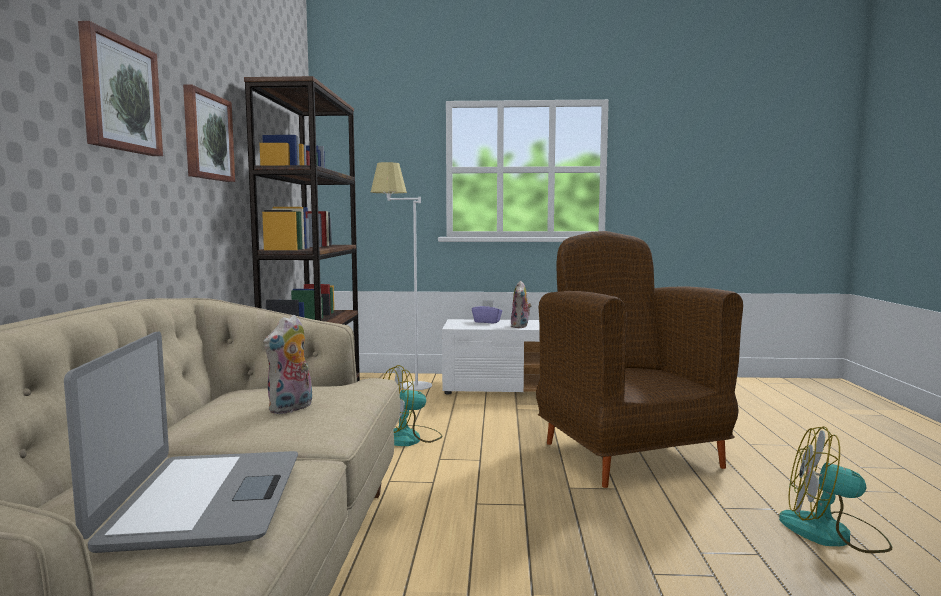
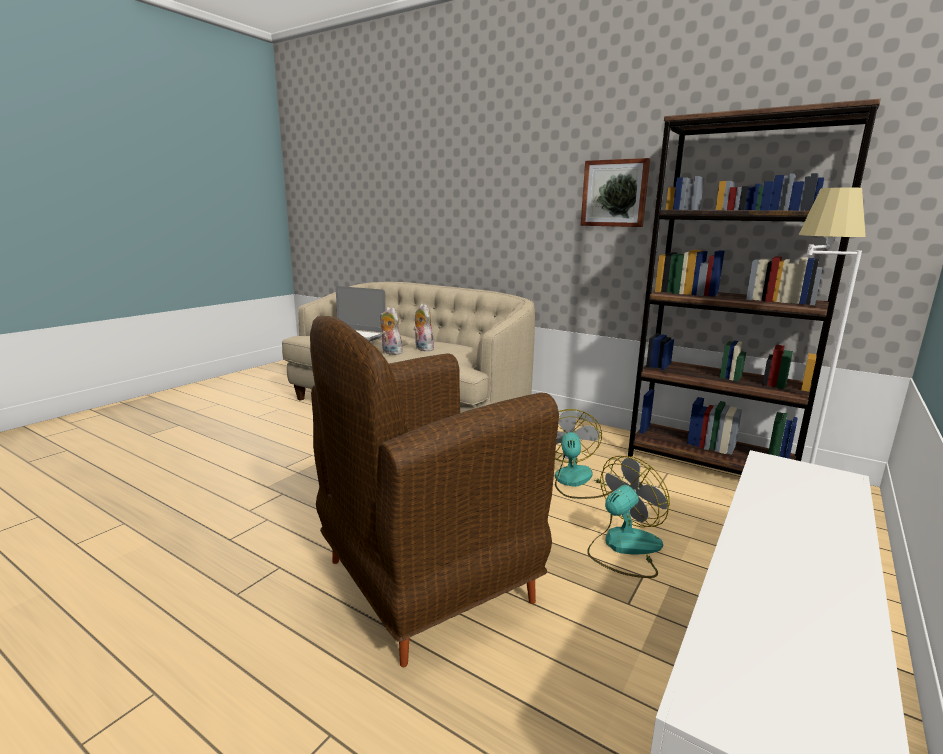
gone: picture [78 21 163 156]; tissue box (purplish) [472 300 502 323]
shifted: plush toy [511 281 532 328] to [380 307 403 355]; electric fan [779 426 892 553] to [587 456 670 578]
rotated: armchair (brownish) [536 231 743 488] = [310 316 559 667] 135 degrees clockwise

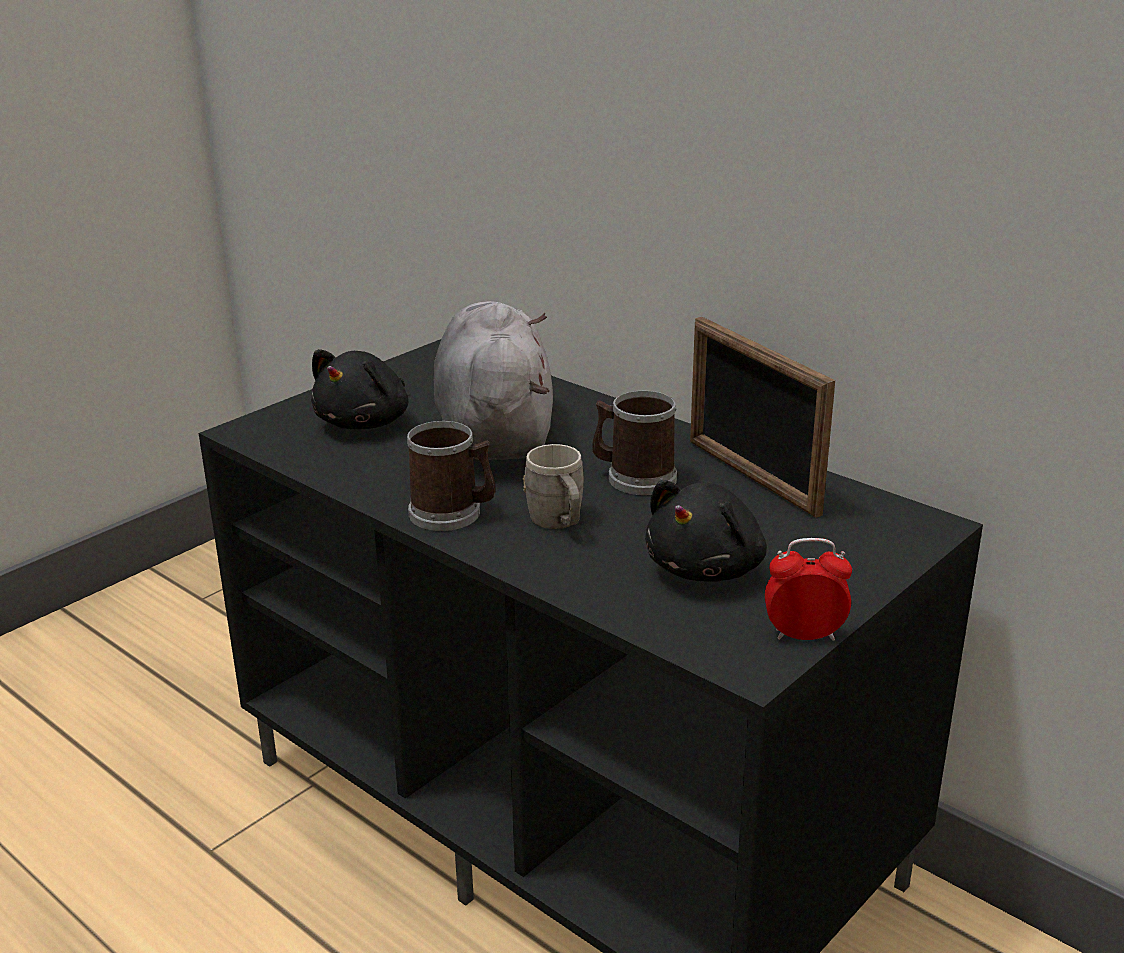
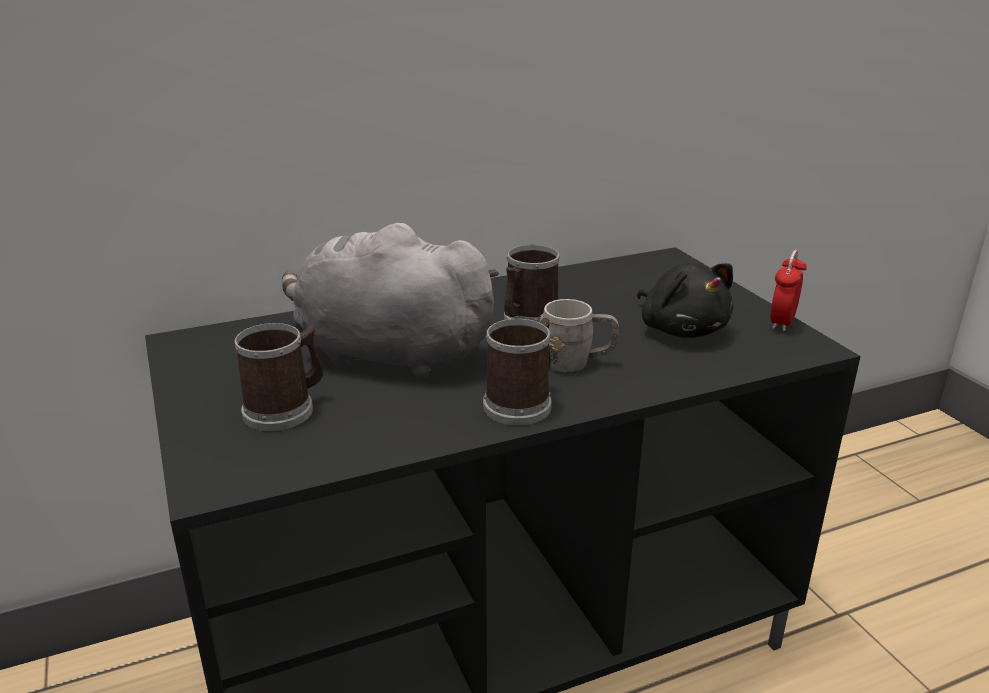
gone: standing frame [690 317 835 518]
swapped: plush toy (blackish) [311 349 408 429] to coffee mug [234 323 323 431]

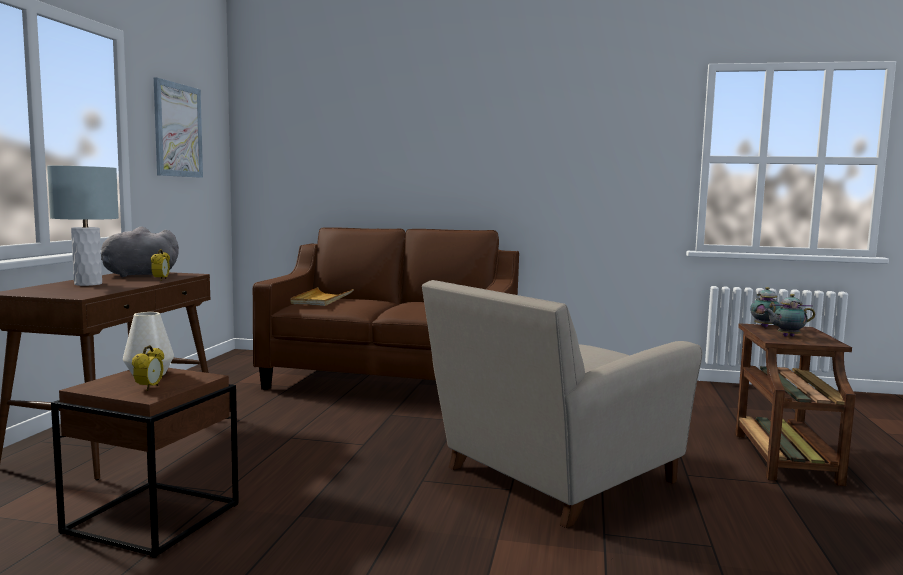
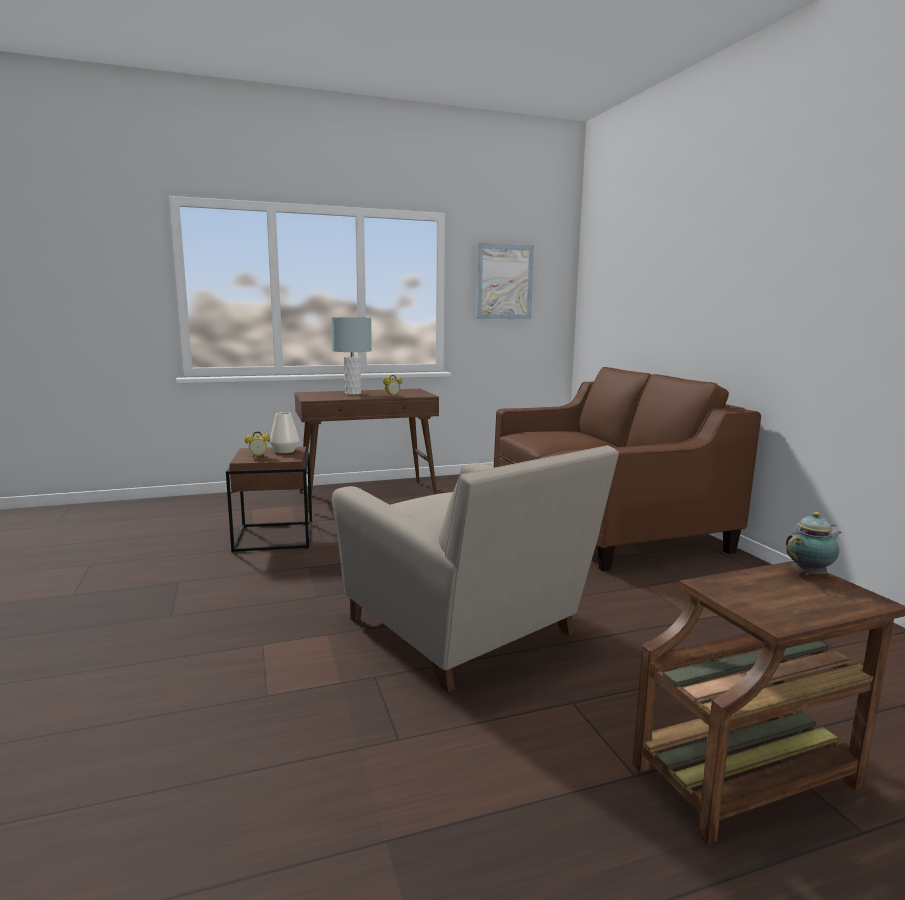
gone: plush toy (grey) [101 227 179 277]; carrying tray (beige) [290 287 354 306]; pot for tea [764 294 815 337]
rotated: armchair (beige) [422 280 702 528] = [331 445 619 692] 150 degrees counterclockwise

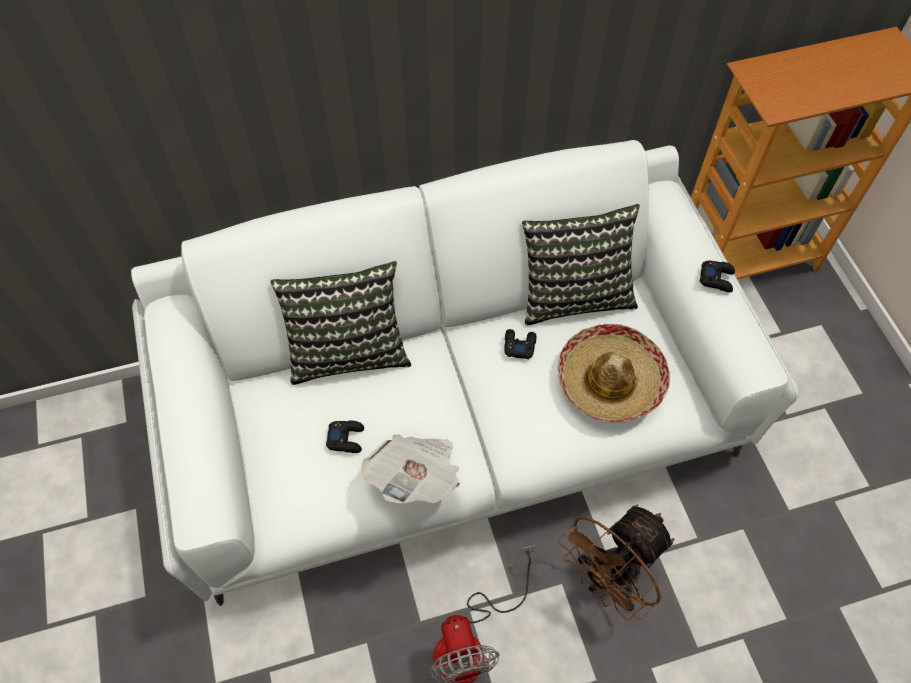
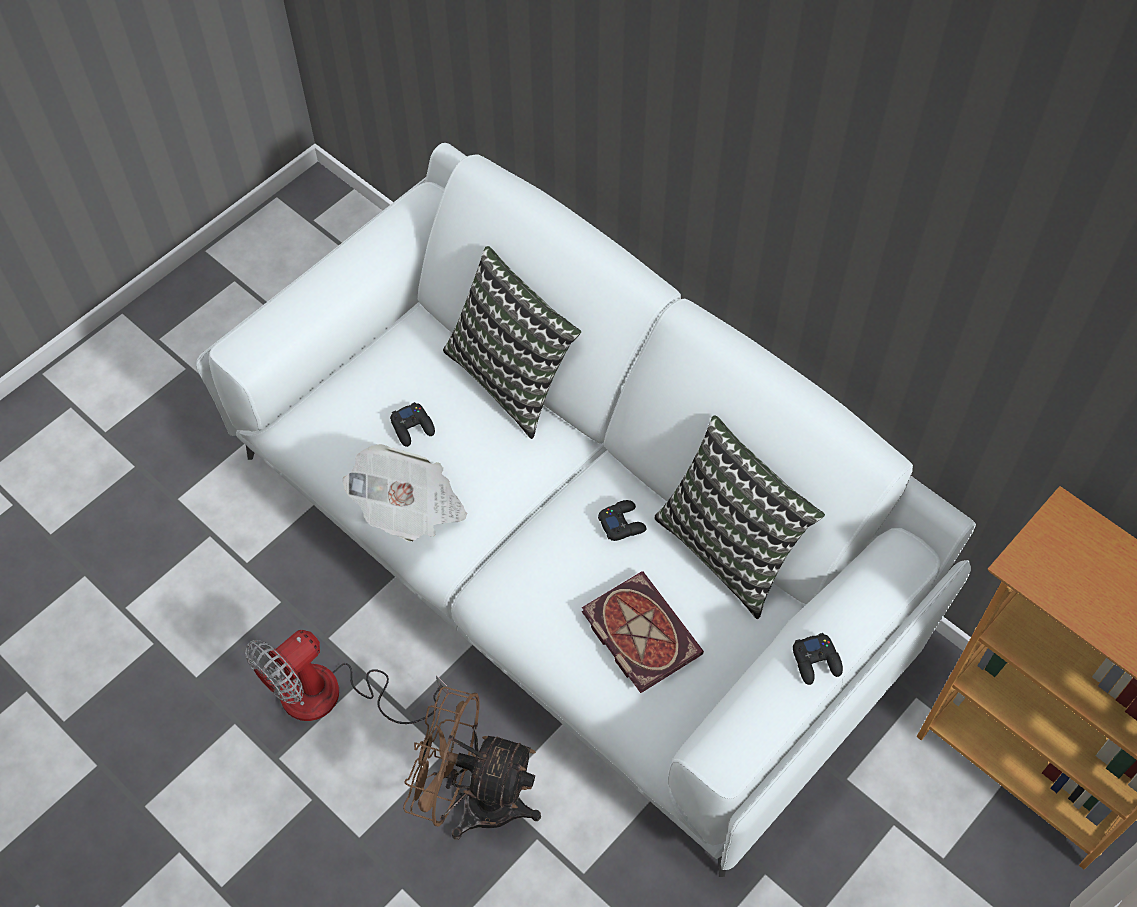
swapped: hat [558 324 670 422] to volume [582 571 704 693]

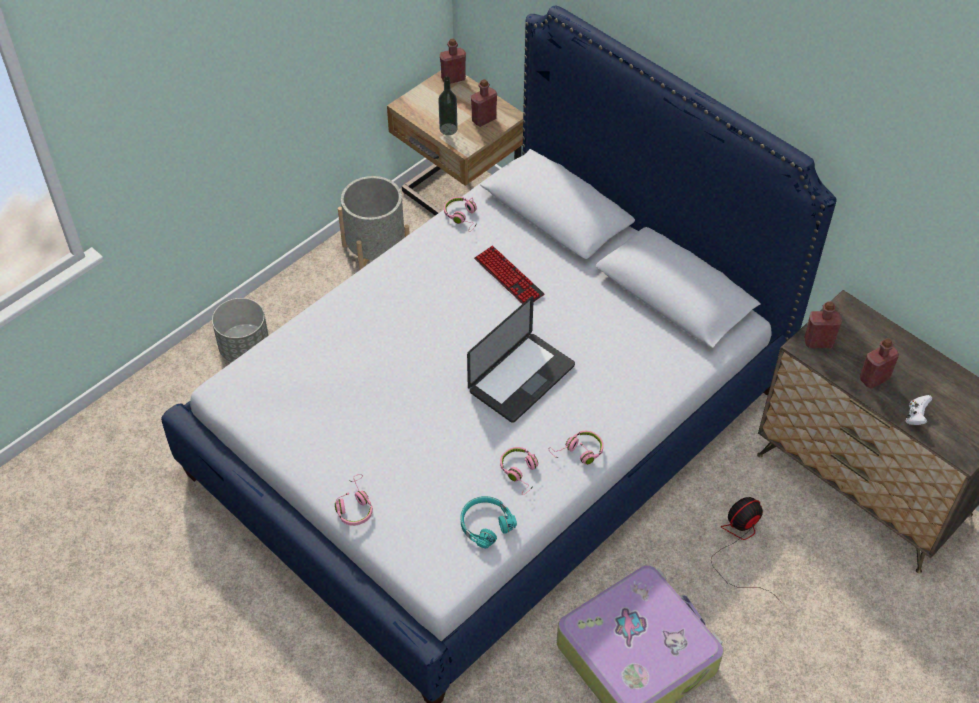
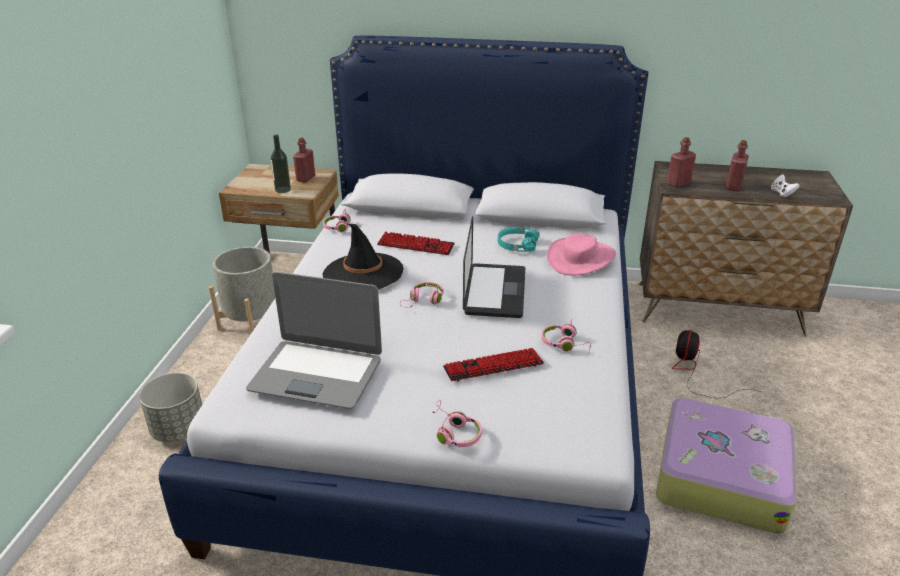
gone: bottle (reddish) [440 39 466 84]
new: laptop [246 272 382 409]; hat (blackish) [323 224 404 290]; keyboard [443 348 544 381]; hat (pink) [547 233 616 275]
shifted: headphones (blue-green) [461 496 517 549] to [498 227 540 252]; headphones (pink) [549 431 604 465] to [400 282 443 308]

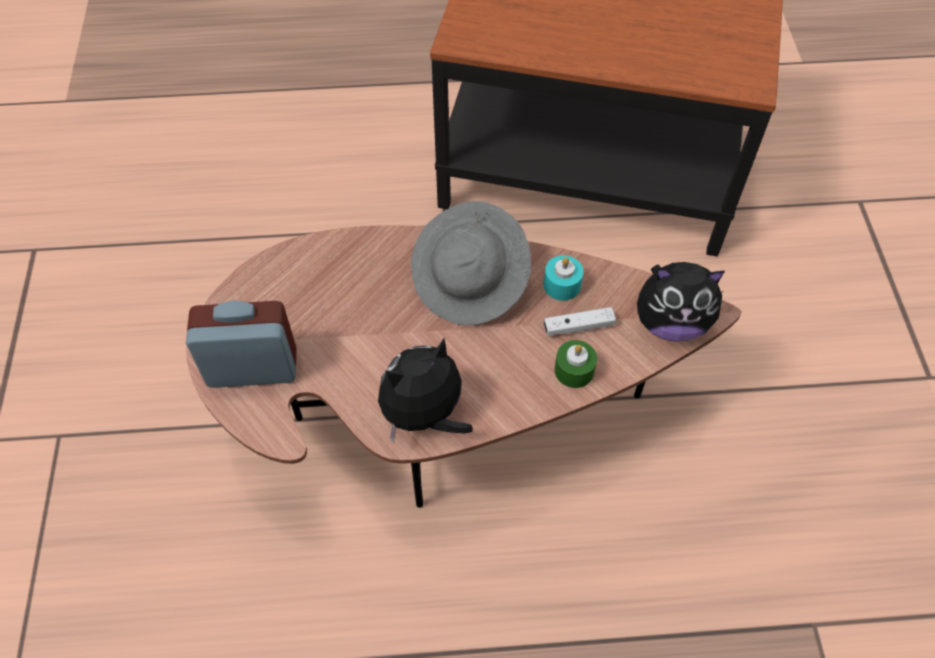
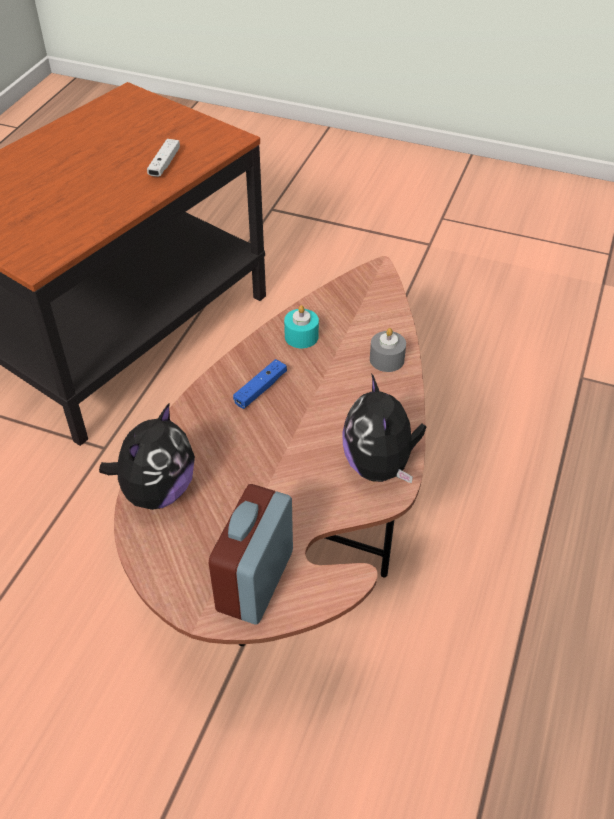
shifted: gamepad (white-coloured) [544 307 616 336] to [147 139 180 177]; plush toy [637 262 725 341] to [99 403 195 510]
swapped: hat (grey) [411 201 531 325] to gamepad (blue) [233 359 287 409]
repainted: wax candle (greenish) [554 340 597 388] to wax candle (grey) [370 328 406 372]

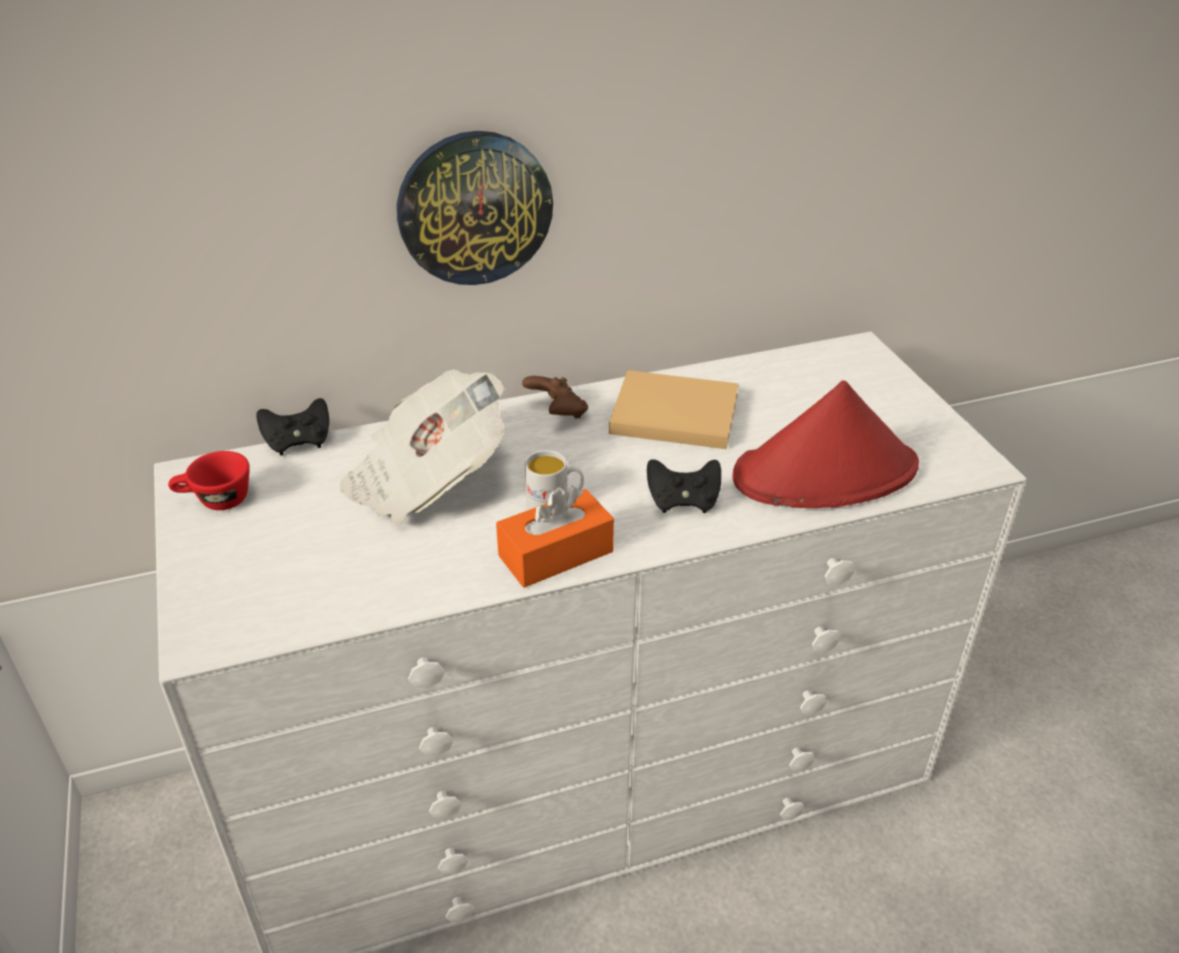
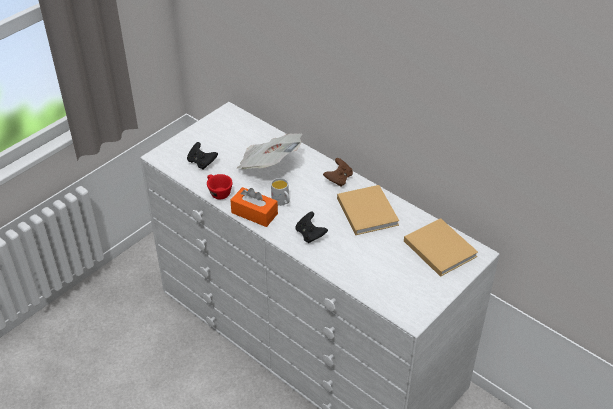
gone: wall clock [397 131 553 285]; hat (reddish) [732 380 919 508]
new: volume (beige) [404 218 478 277]
shifted: cup (reddish) [168 451 250 510] to [207 174 233 199]; gamepad (blackish) [256 398 329 456] to [187 142 218 170]

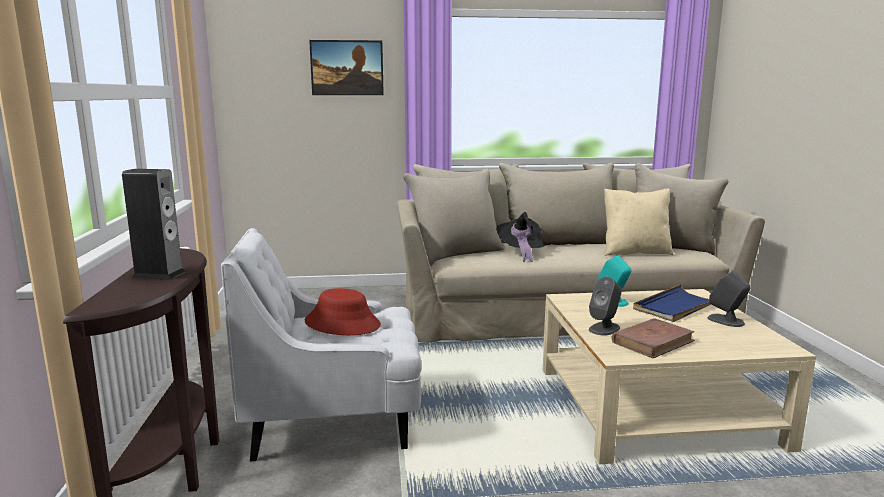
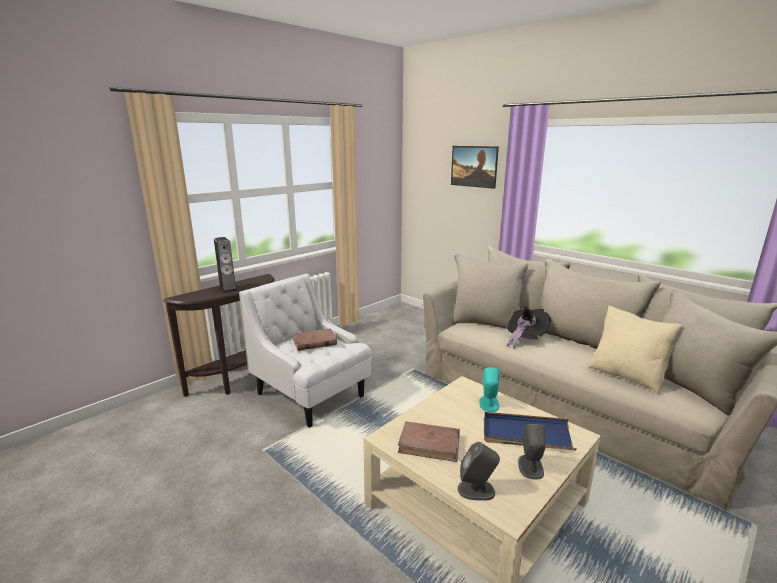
shifted: loudspeaker (grey) [589 277 621 336] to [458 442 500 501]
swapped: hat (reddish) [305 288 381 335] to volume (brownish) [293 329 337 351]

